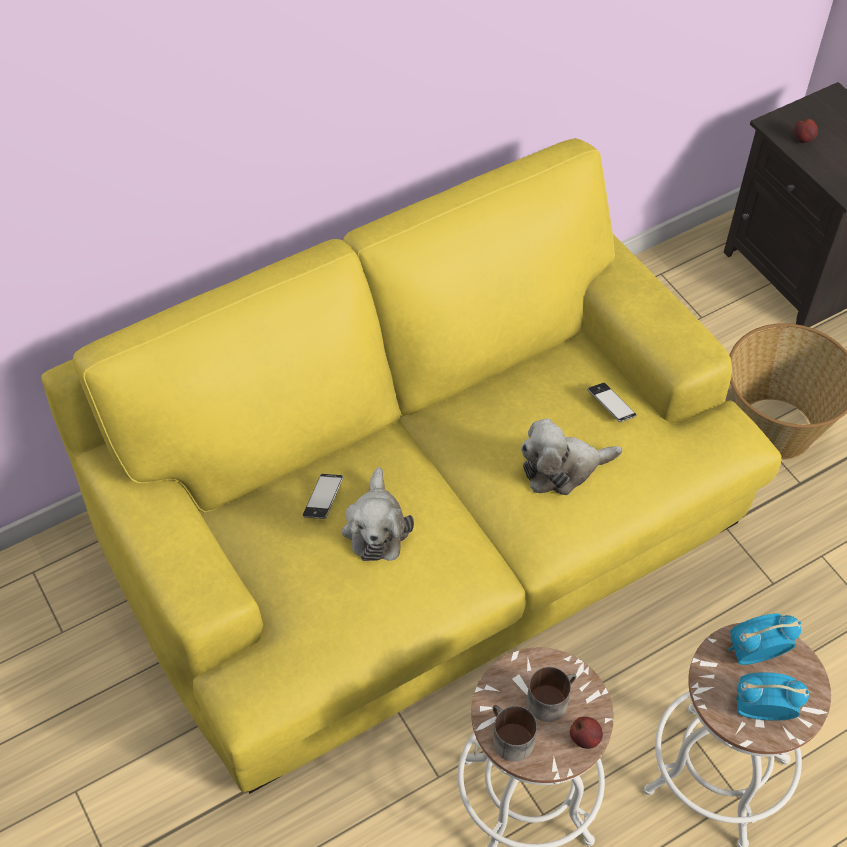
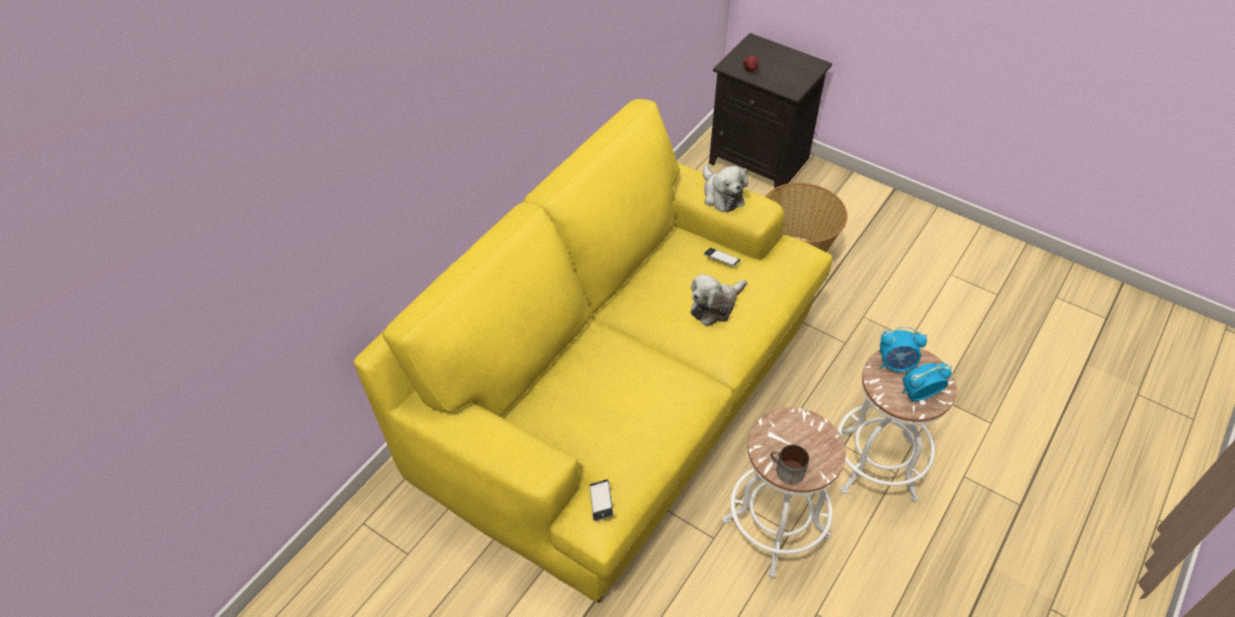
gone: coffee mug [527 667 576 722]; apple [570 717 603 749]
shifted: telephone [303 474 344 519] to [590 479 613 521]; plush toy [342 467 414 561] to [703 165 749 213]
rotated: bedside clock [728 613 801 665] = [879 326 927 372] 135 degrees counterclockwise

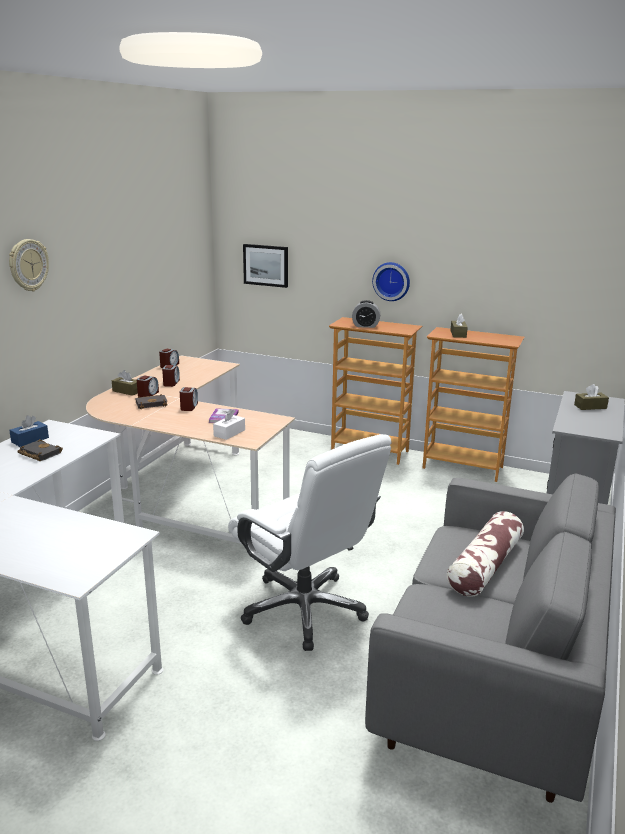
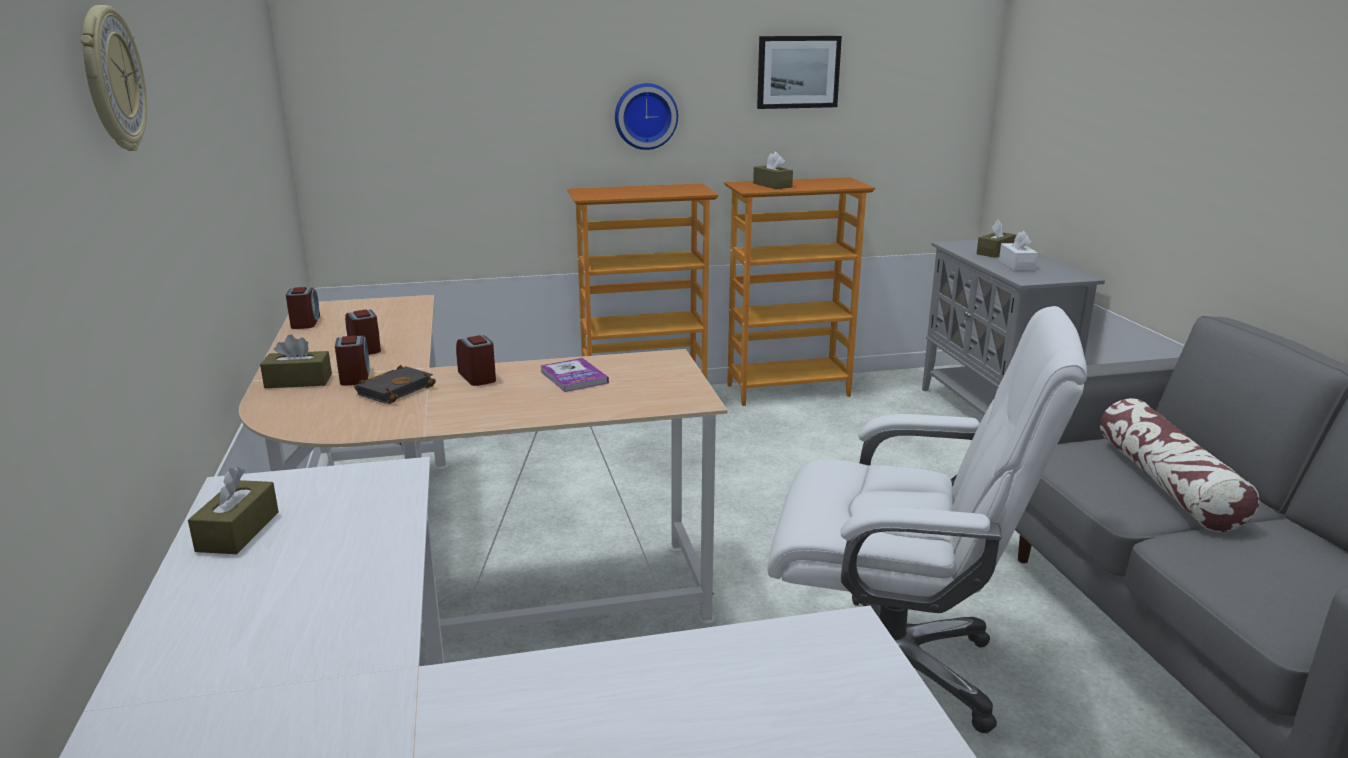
gone: volume (blackish) [17 439 63 461]; bedside clock [352 300 380 328]
shifted: tissue box (white-coloured) [213 409 245 440] to [999 231 1038 271]; picture [243 244 288 288] to [757 36 842 109]
repainted: tissue box (blue) [9 415 49 447] to tissue box (brownish) [188 467 279 554]

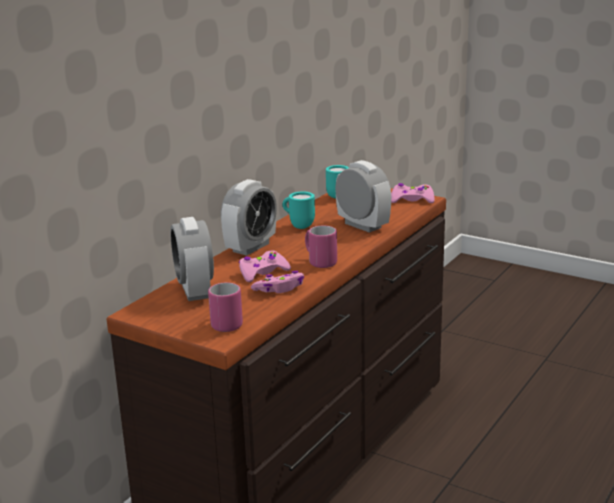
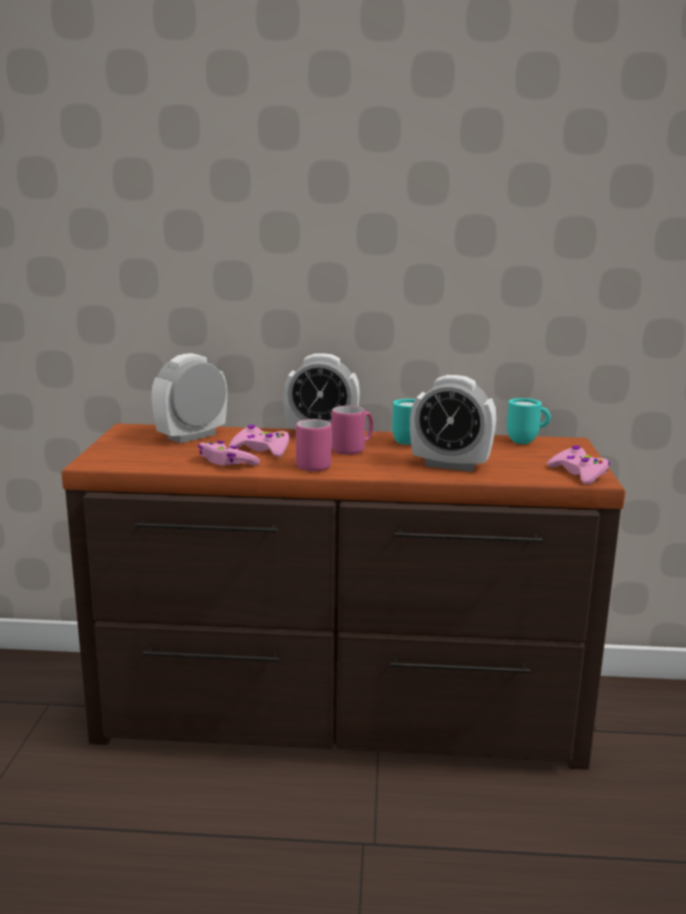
shifted: coffee mug (pink) [208 283 243 332] to [331 406 374 455]
rotated: bedside clock [335 160 391 233] = [410 375 496 472] 90 degrees clockwise

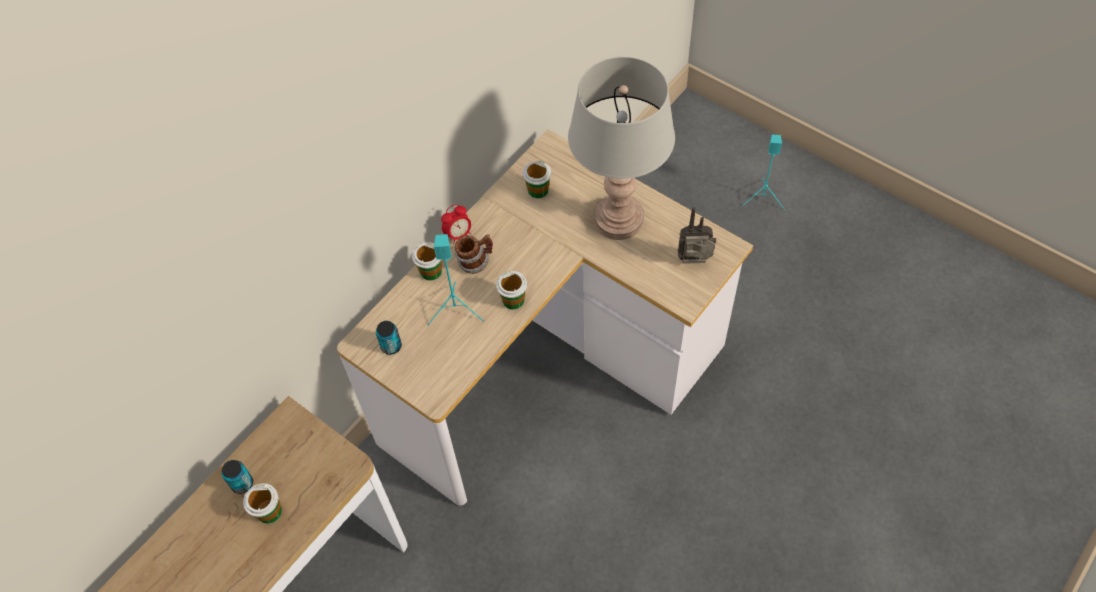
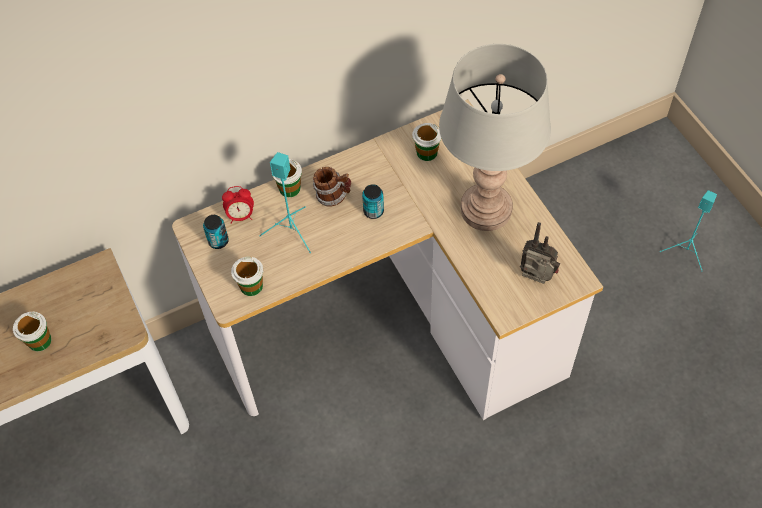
shifted: can [222 460 253 494] to [362 184 384 219]; bedside clock [441 204 471 244] to [222 186 254 224]; cup [496 271 527 310] to [231 256 264 296]

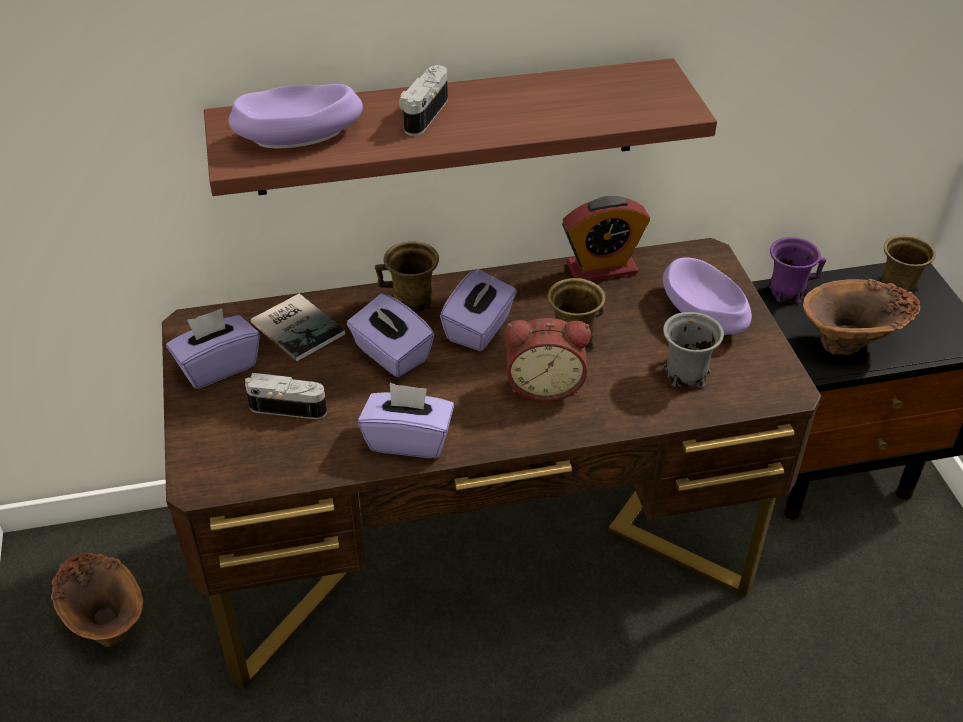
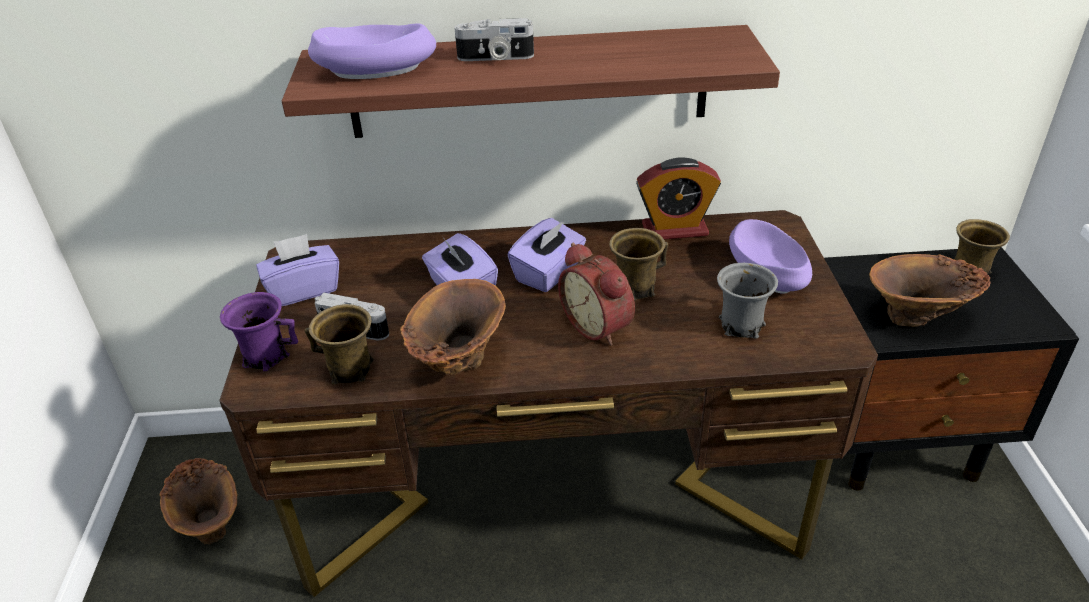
gone: volume [251 293 345 362]
shifted: coffee mug (brownish) [375 241 439 313] to [304 304 374 384]; coffee mug (purplish) [767 237 826 303] to [220 292 298 371]
swapped: tissue box (purplish) [358 383 454 458] to decorative vase (brownish) [400 279 506 375]
rotated: photo camera [399 65 448 136] = [454 18 534 61] 120 degrees counterclockwise; bedside clock [505 318 591 402] = [558 243 635 346] 45 degrees clockwise

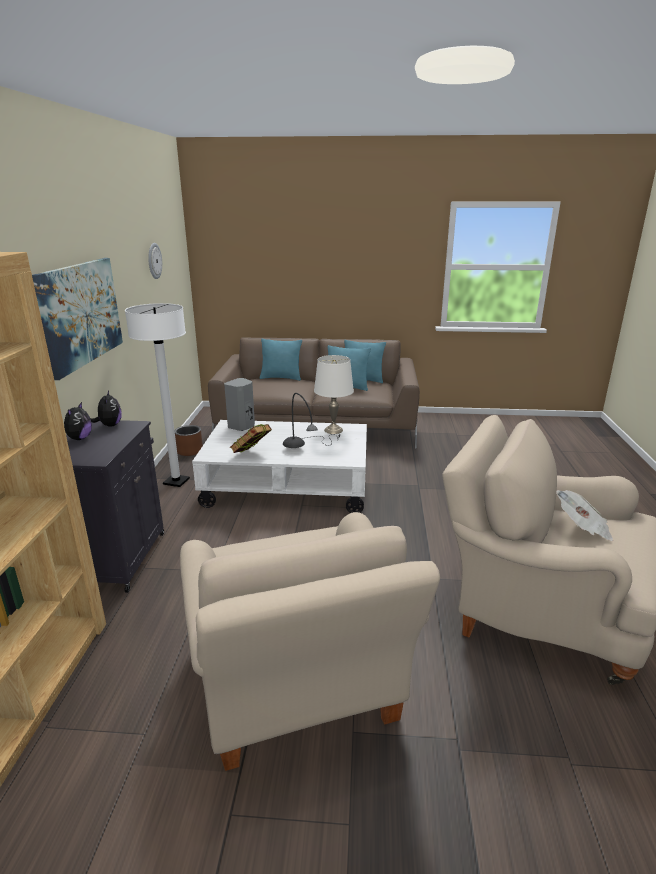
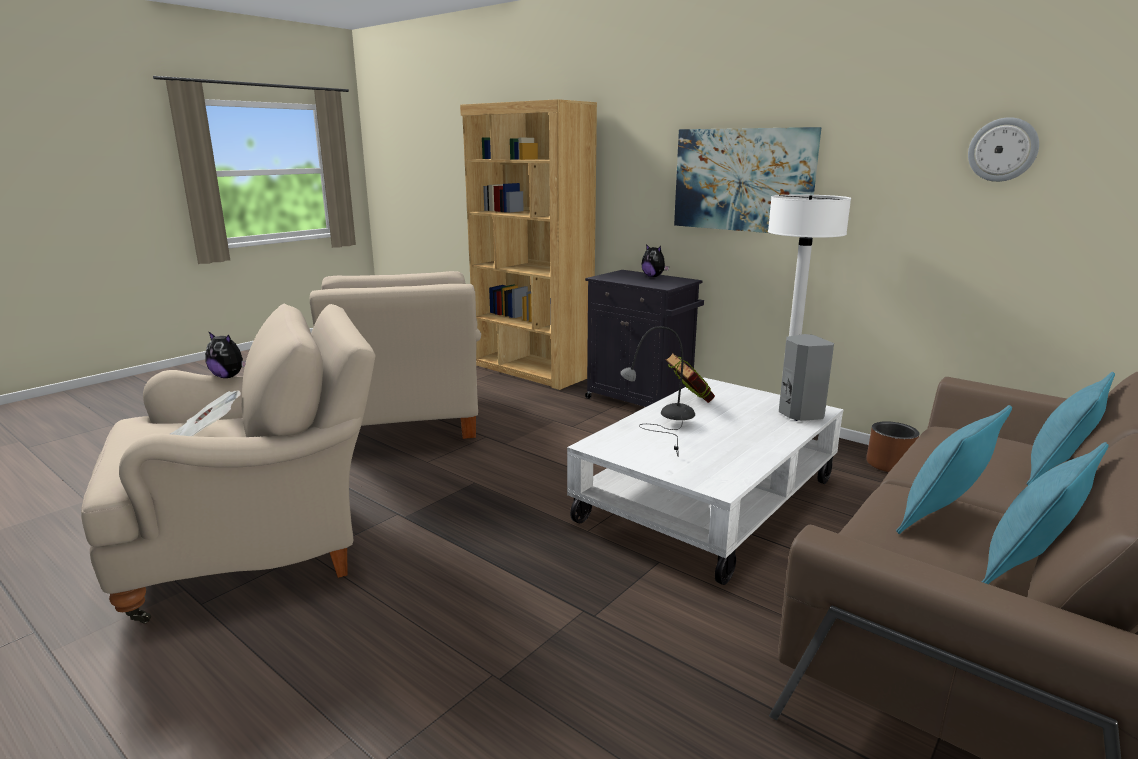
gone: tabletop lamp (white-coloured) [314 355 354 434]
shifted: plush toy [90 391 122 427] to [205 331 246 378]
rotated: armchair (beige) [180 512 440 771] = [310 271 481 439] 120 degrees counterclockwise

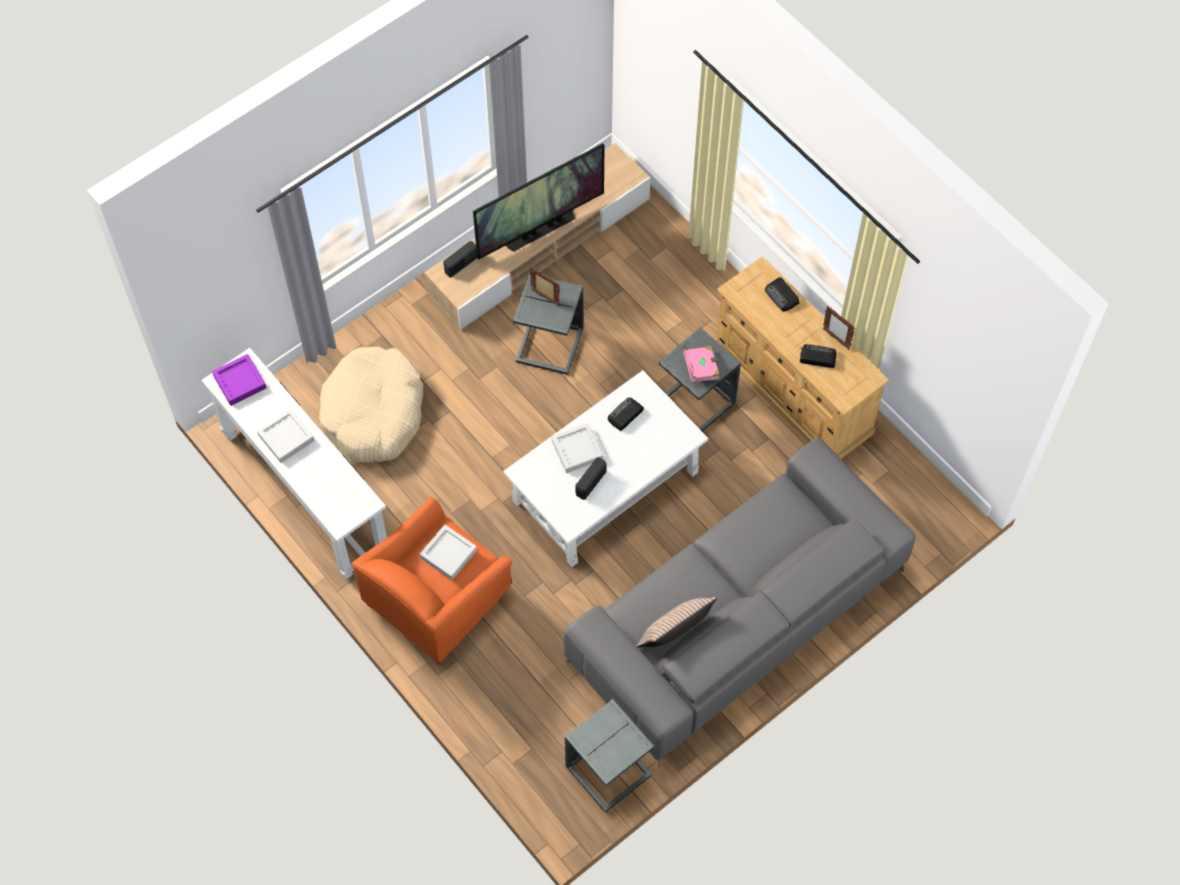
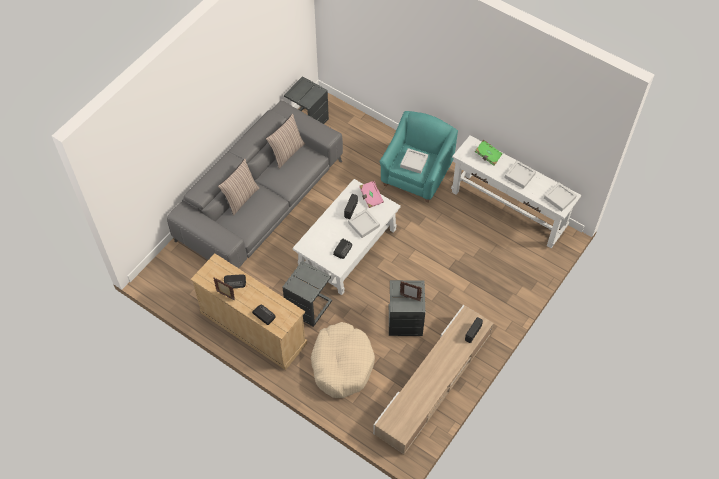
gone: television [473 143 605 260]
new: cushion [218 159 259 216]; volume (greenish) [475 140 503 166]
shifted: dog cushion (beige) [319 347 423 463] to [311 322 375 398]; volume (pink) [683 346 720 382] to [360 181 384 208]
repainted: carrying tray (purplish) [212 354 267 406] to carrying tray (grey) [544 182 577 211]; armchair (orange) [352 497 512 665] to armchair (blue-green) [379 111 458 202]

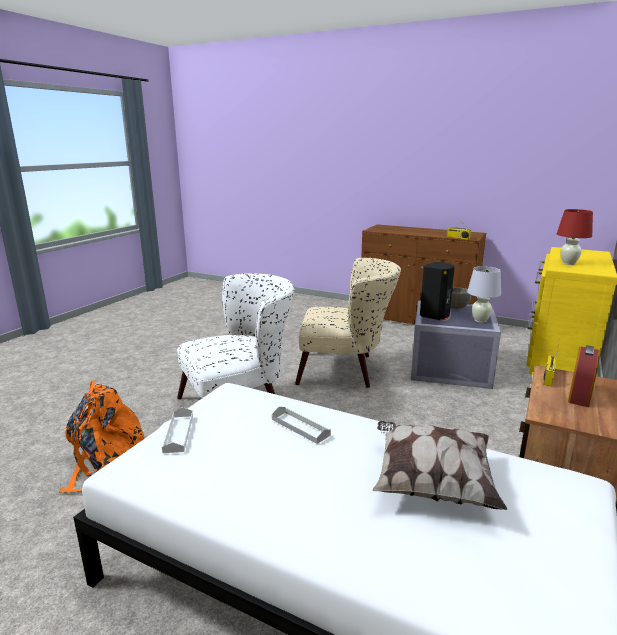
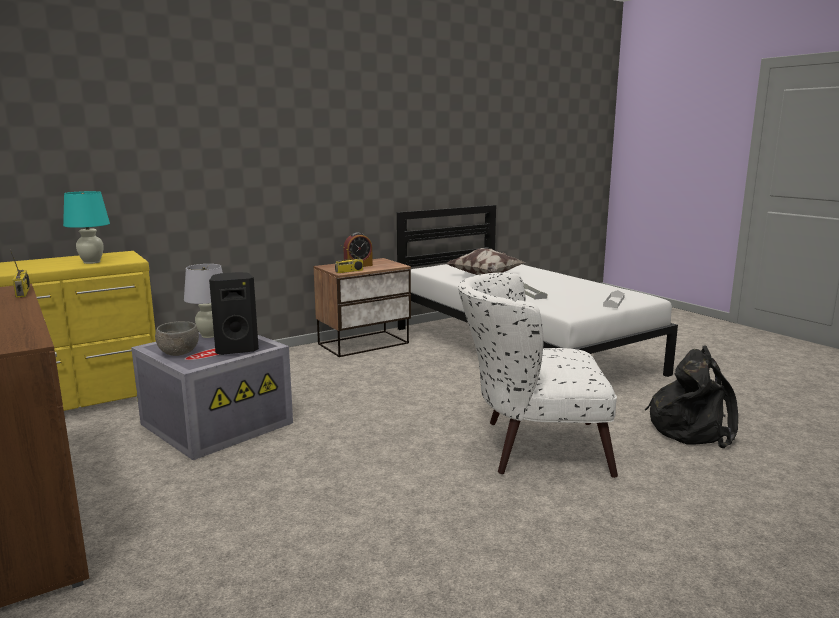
gone: armchair (beige) [295 258 401 388]
repainted: knapsack (orange) [59 380 145 493] to knapsack (blackish) [645 345 738 448]; tabletop lamp (reddish) [557 209 593 265] to tabletop lamp (blue-green) [63 191 110 264]

